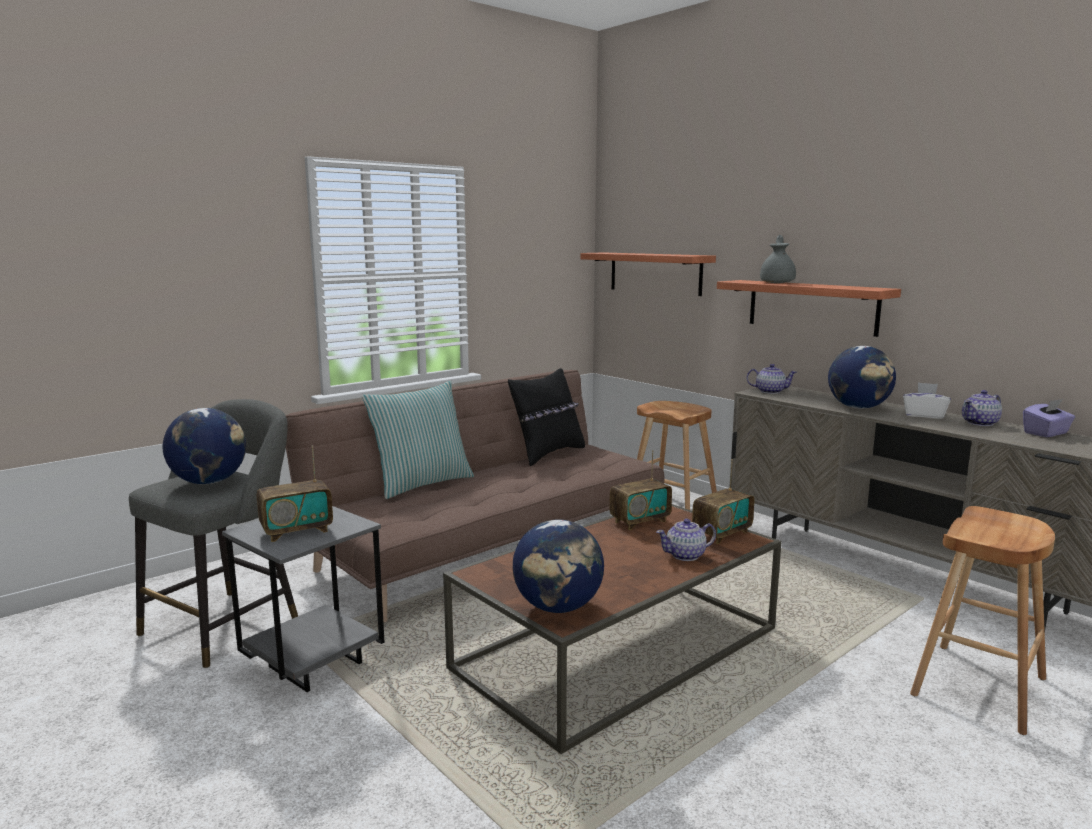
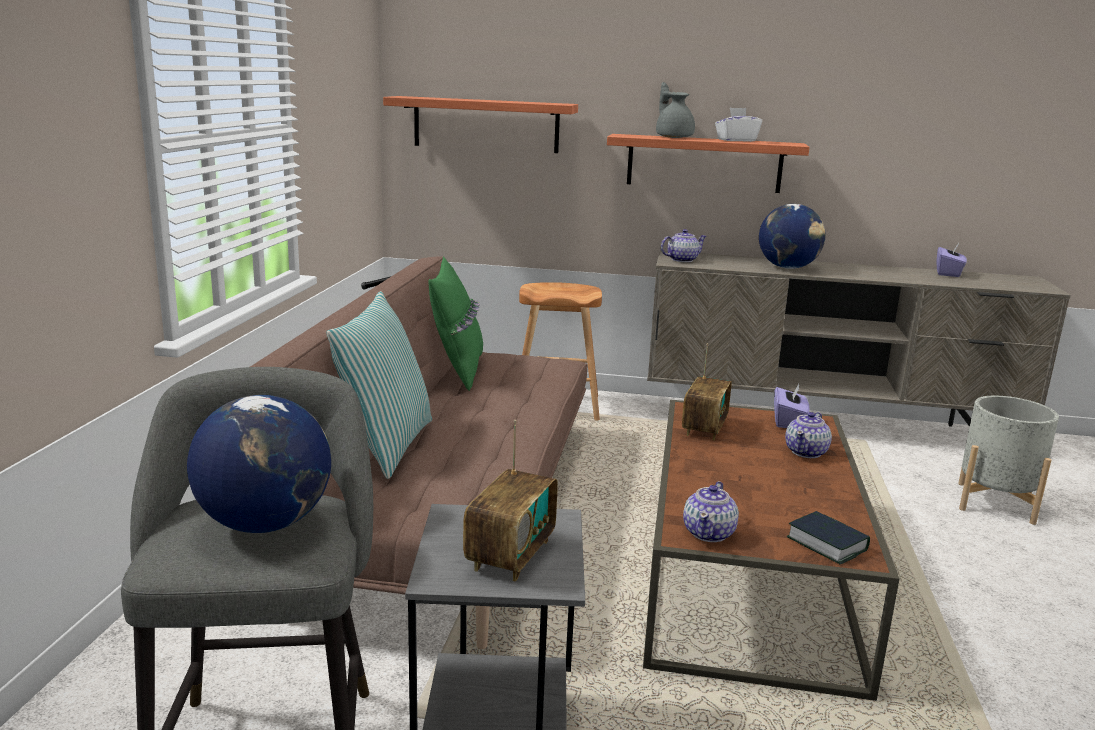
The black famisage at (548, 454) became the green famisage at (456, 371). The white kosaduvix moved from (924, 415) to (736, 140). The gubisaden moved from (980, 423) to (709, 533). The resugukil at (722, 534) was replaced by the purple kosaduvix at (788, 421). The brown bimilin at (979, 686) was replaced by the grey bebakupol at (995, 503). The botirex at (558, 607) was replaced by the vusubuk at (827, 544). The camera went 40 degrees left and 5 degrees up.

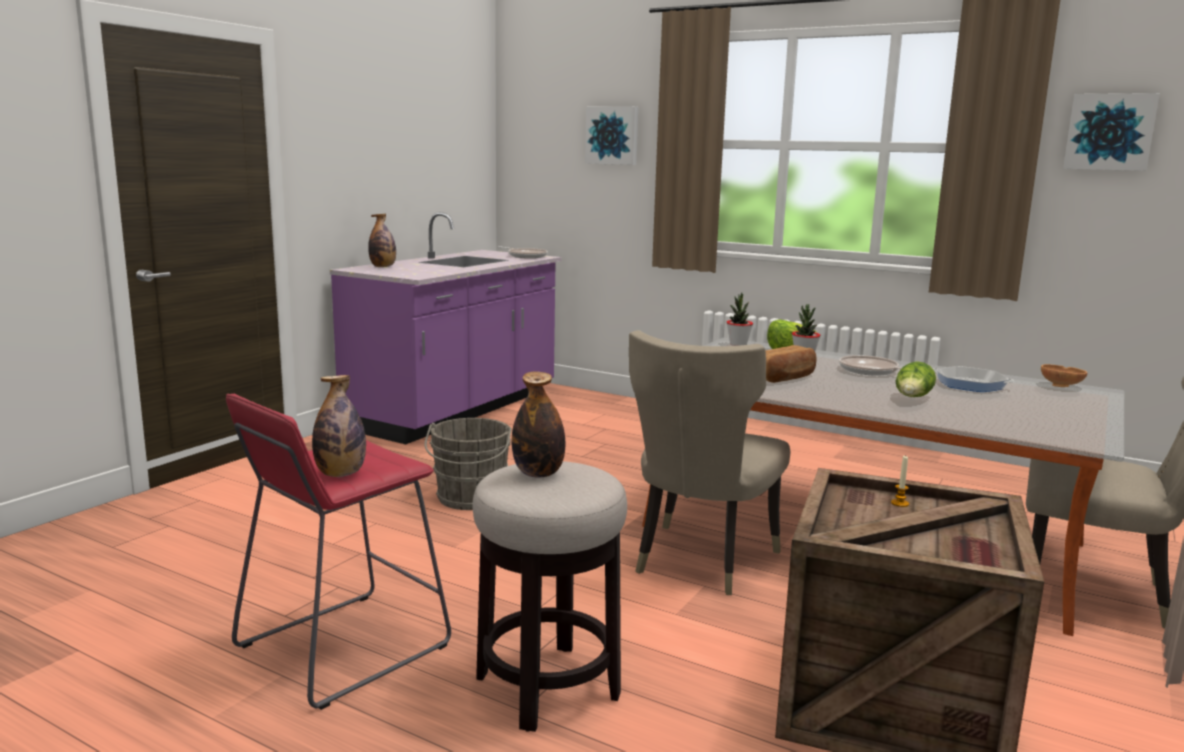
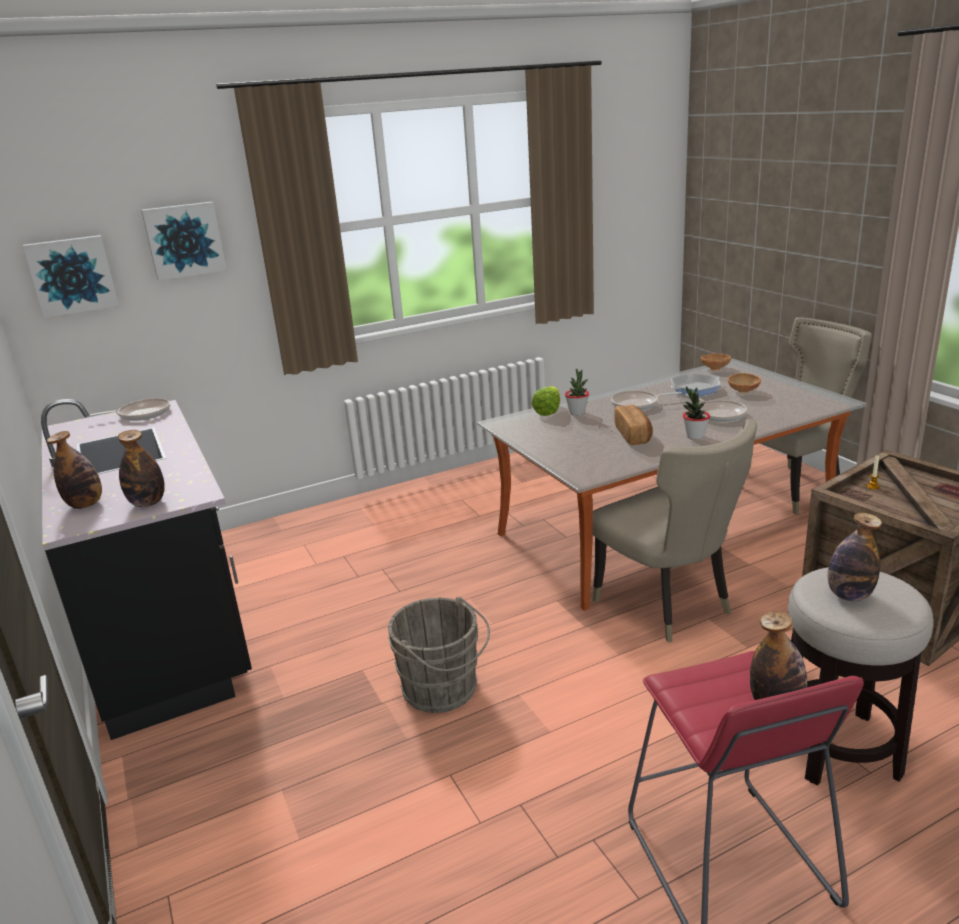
The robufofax moved from (1110, 132) to (72, 275). The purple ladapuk at (456, 410) became the black ladapuk at (168, 630). The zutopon moved from (738, 344) to (695, 436). The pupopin at (913, 398) was replaced by the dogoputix at (718, 414). The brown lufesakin at (743, 392) appeared. The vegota at (148, 503) appeared. The camera went 55 degrees left and 10 degrees up.

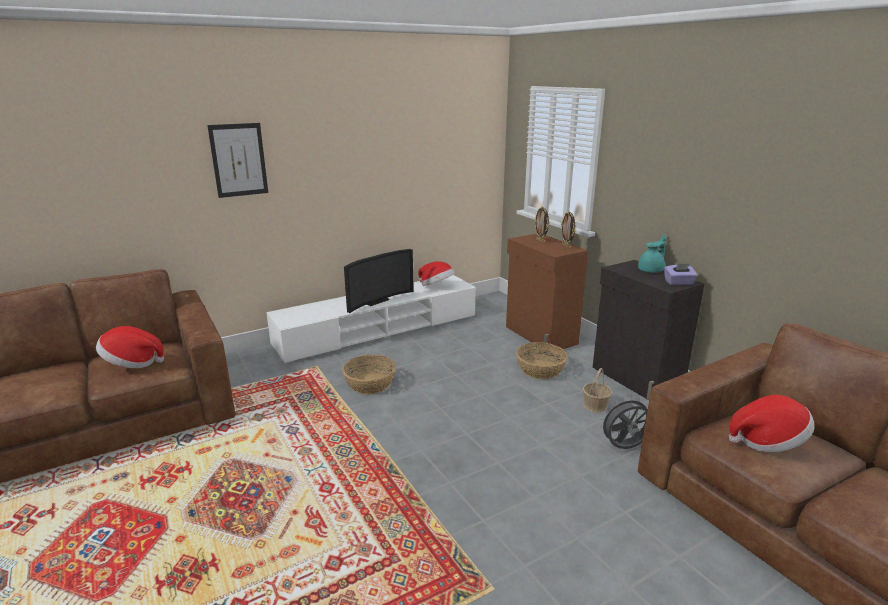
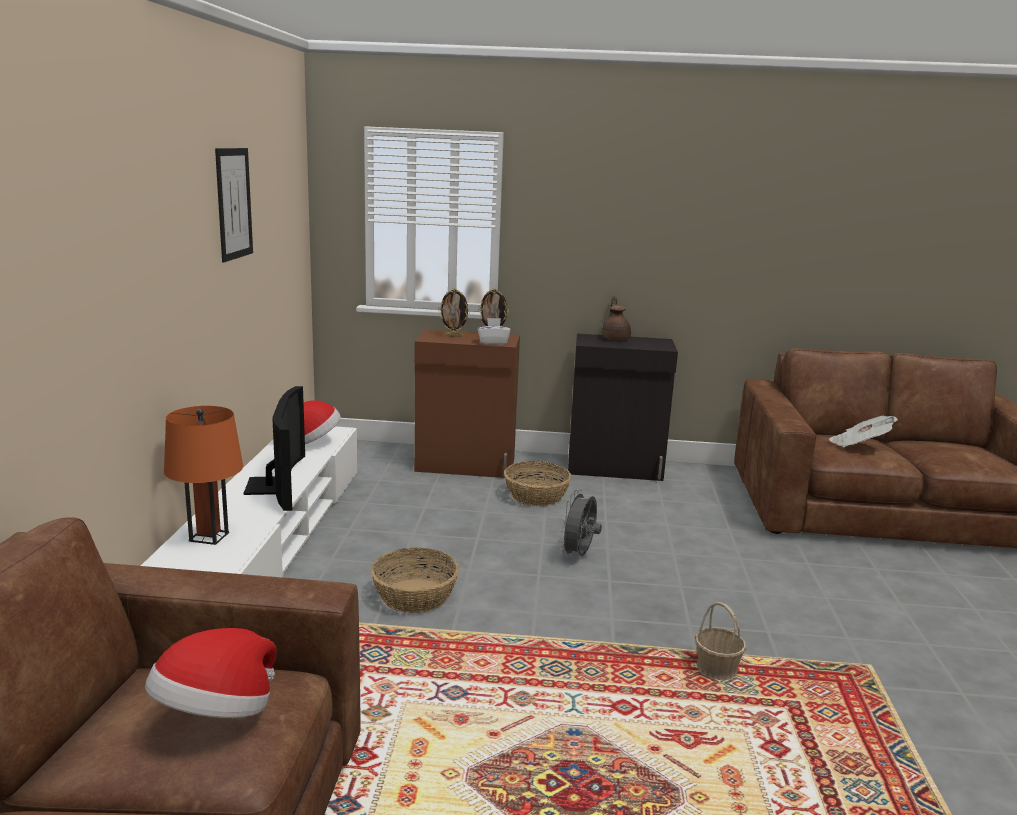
The robufofax moved from (239, 160) to (234, 203). The turquoise gubisaden at (651, 270) became the brown gubisaden at (615, 338). The purple kosaduvix at (678, 283) disappeared. The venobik moved from (595, 406) to (716, 668). The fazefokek at (767, 441) was replaced by the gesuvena at (859, 445). The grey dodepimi moved from (625, 448) to (578, 556). The white kosaduvix at (493, 342) appeared. The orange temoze at (209, 537) appeared. The camera went 55 degrees left and 5 degrees down.

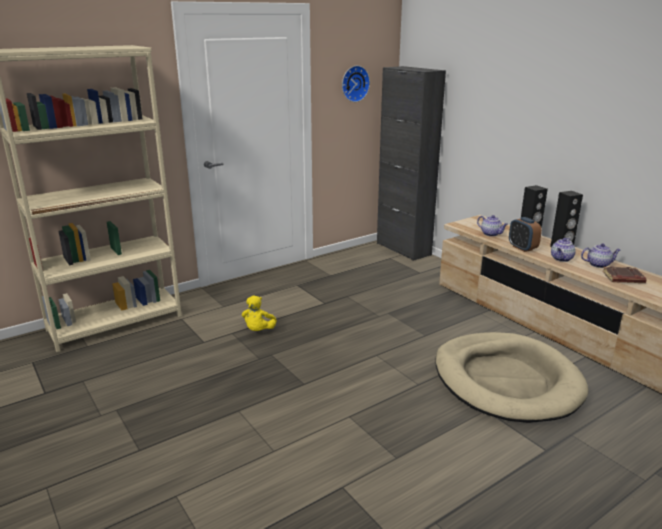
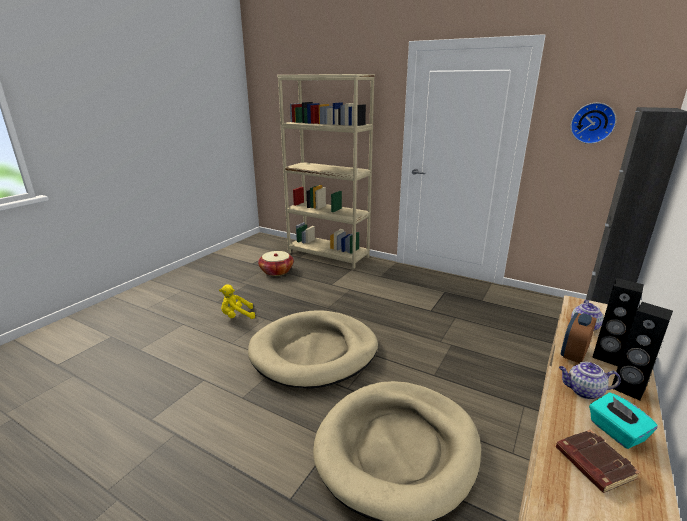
The gubisaden at (598, 264) was replaced by the turquoise kosaduvix at (615, 432). The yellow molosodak moved from (259, 331) to (237, 316). The venobik at (276, 271) appeared. The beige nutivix at (314, 352) appeared. The camera went 65 degrees right and 0 degrees up.

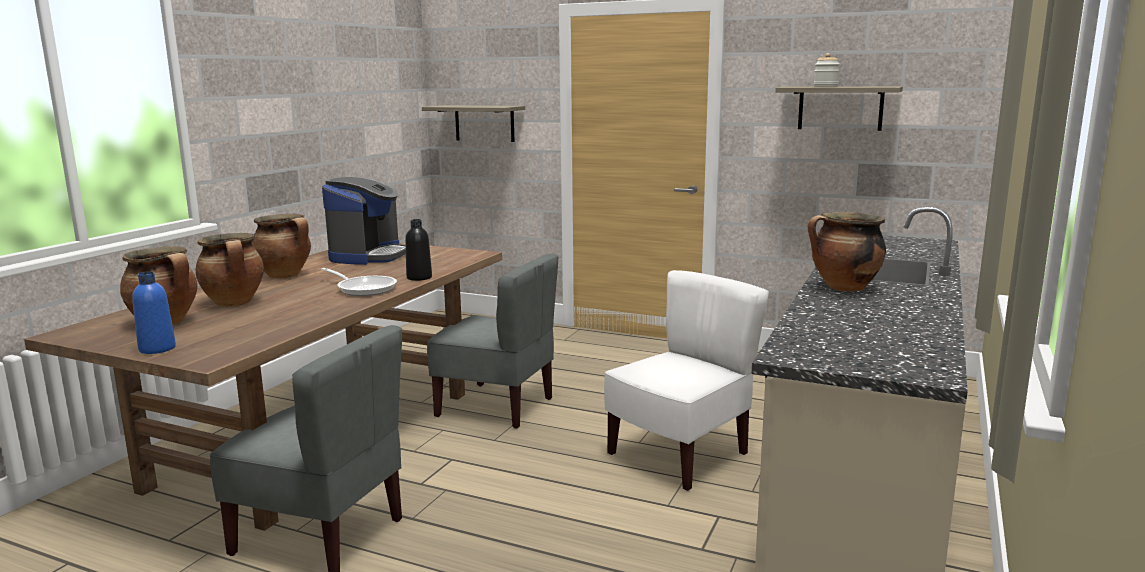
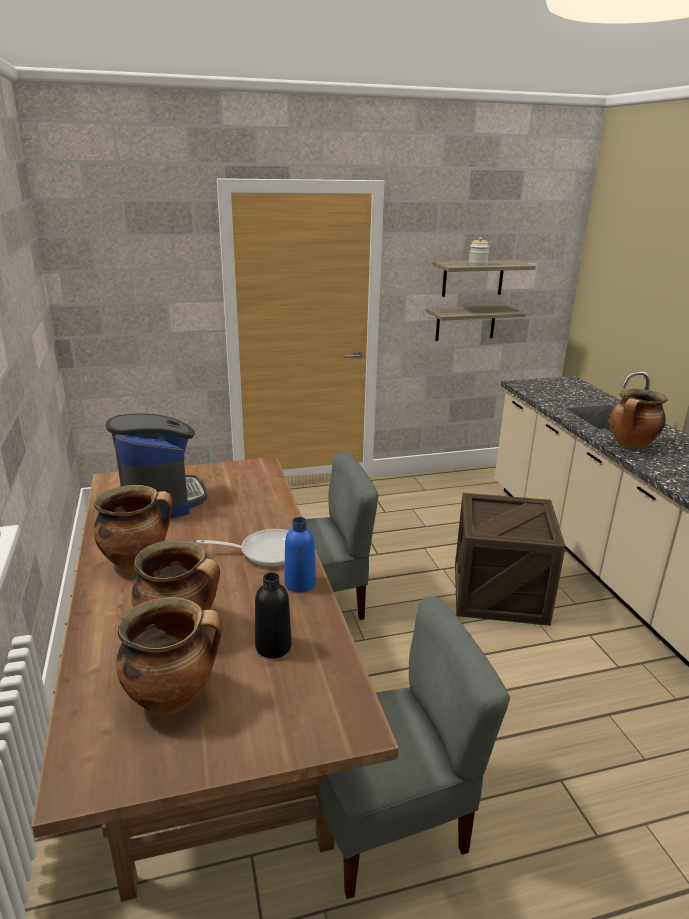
The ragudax moved from (484, 123) to (465, 323). The black vegota moved from (419, 277) to (273, 646). The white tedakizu at (680, 455) was replaced by the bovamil at (499, 593). The blue vegota moved from (157, 349) to (300, 583). The camera went 40 degrees left and 10 degrees up.

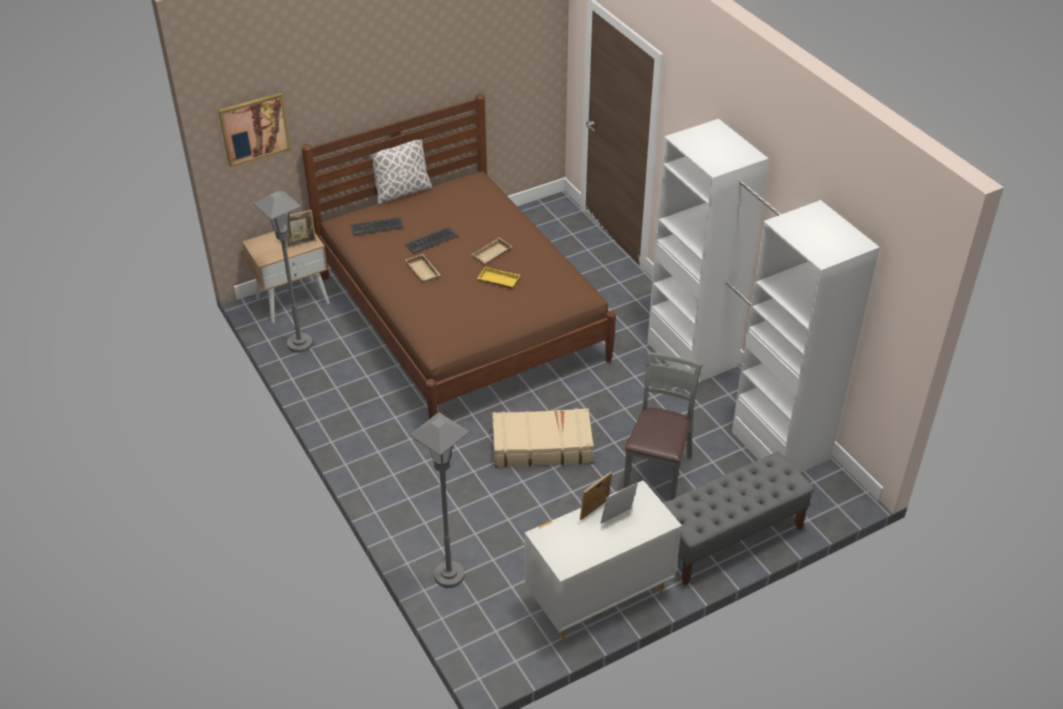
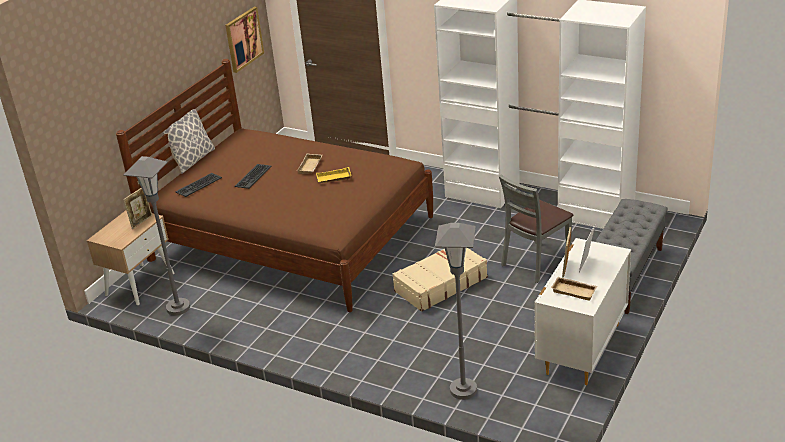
The robufofax moved from (254, 129) to (243, 39). The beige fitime moved from (424, 271) to (575, 291). The grey tedakizu at (657, 471) turned 120 degrees counterclockwise. The camera went 30 degrees left and 10 degrees down.

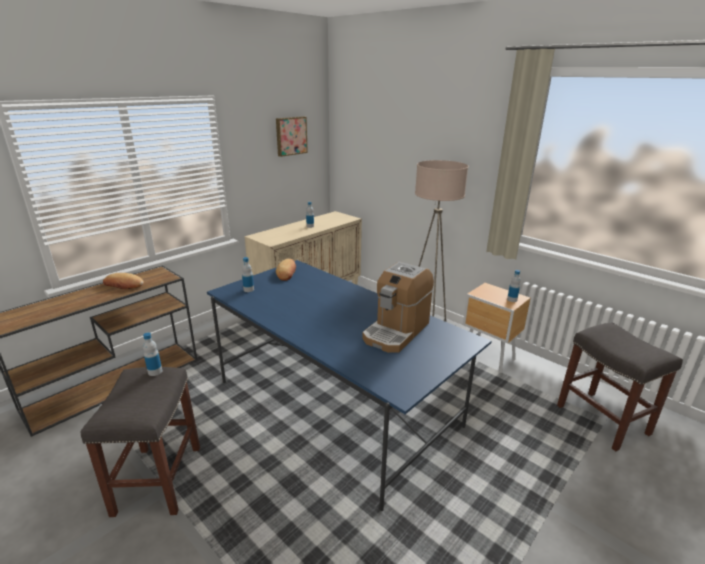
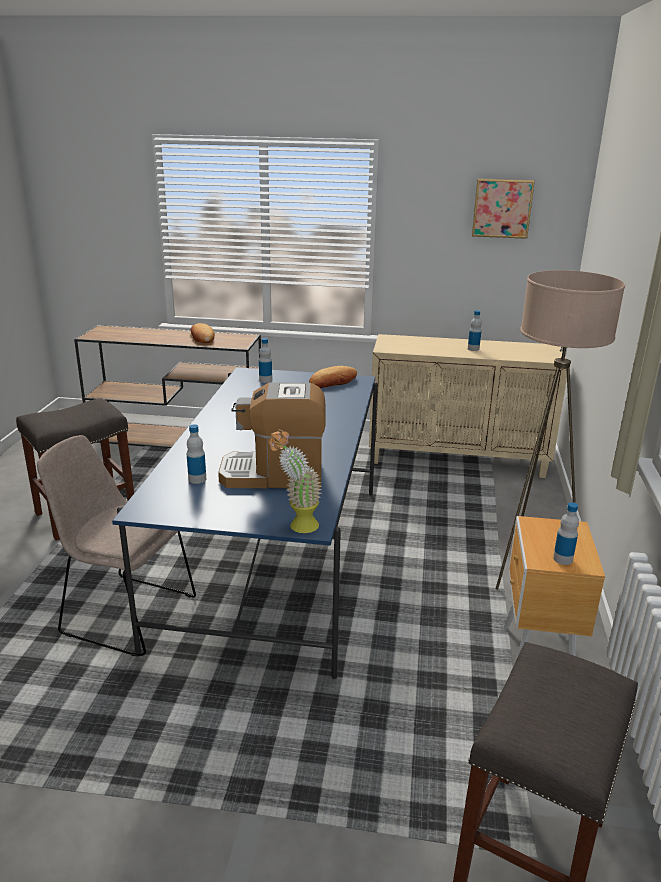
The vegota moved from (155, 371) to (197, 479). The zutopon at (296, 526) appeared. The beige tedakizu at (126, 613) appeared. The camera went 55 degrees right and 0 degrees up.

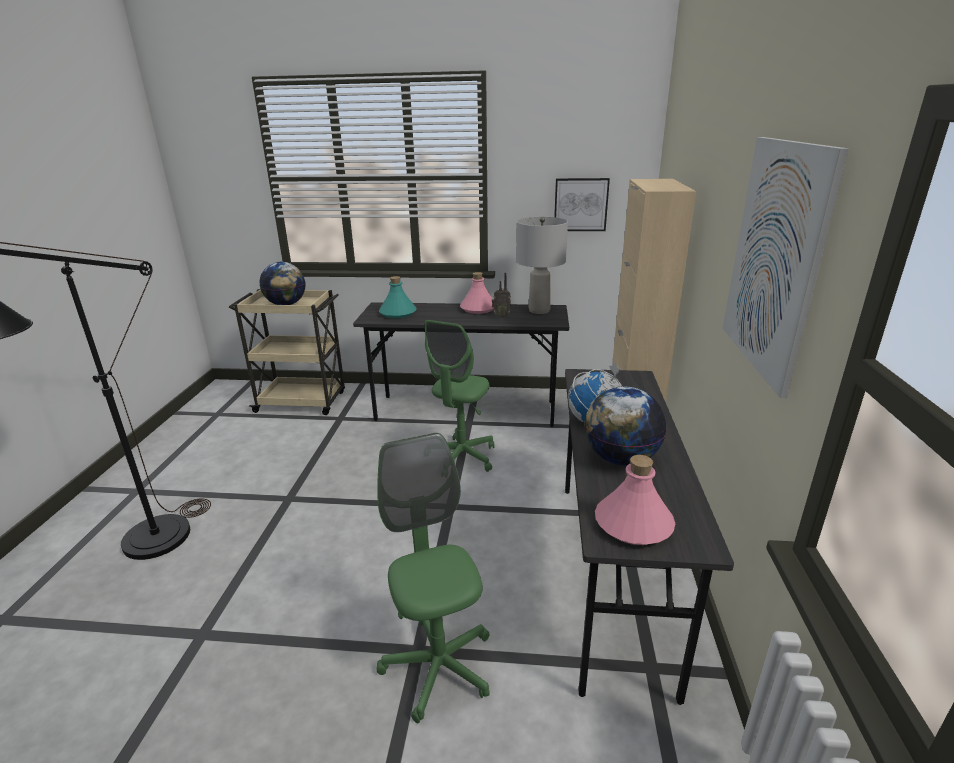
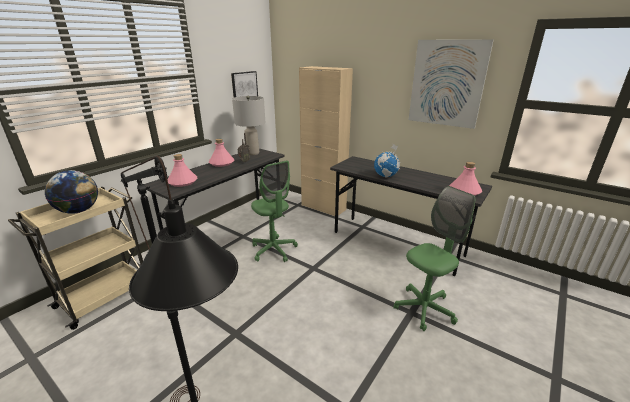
The turquoise vegota at (397, 313) became the pink vegota at (182, 182). The botirex at (620, 458) disappeared. The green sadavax at (438, 666) turned 135 degrees clockwise. The camera went 60 degrees left and 0 degrees up.

